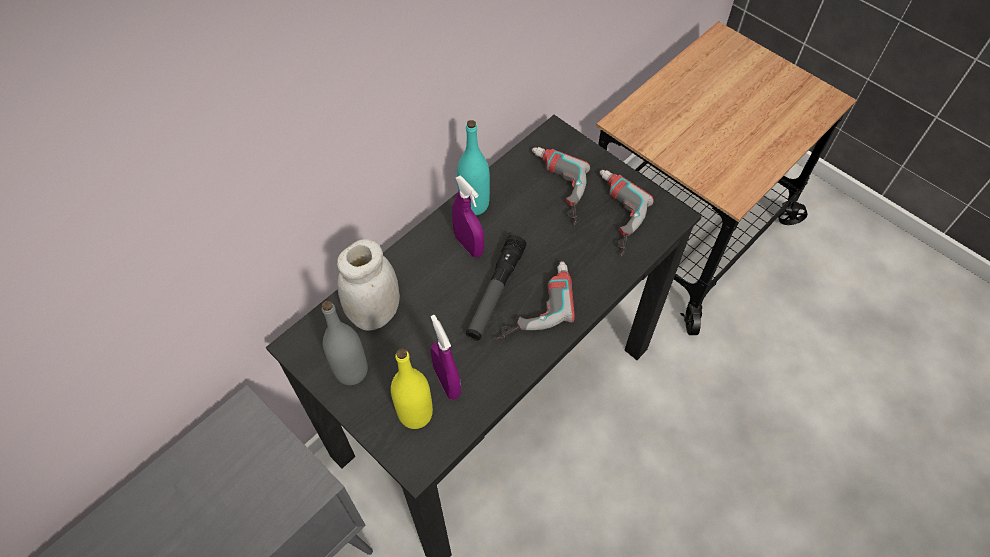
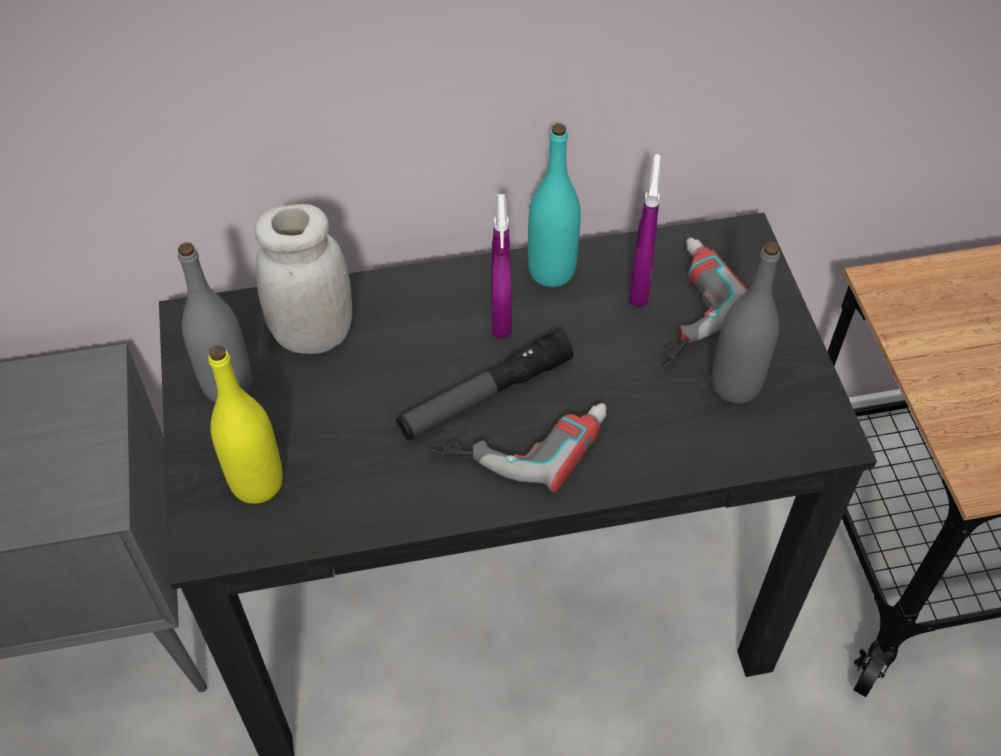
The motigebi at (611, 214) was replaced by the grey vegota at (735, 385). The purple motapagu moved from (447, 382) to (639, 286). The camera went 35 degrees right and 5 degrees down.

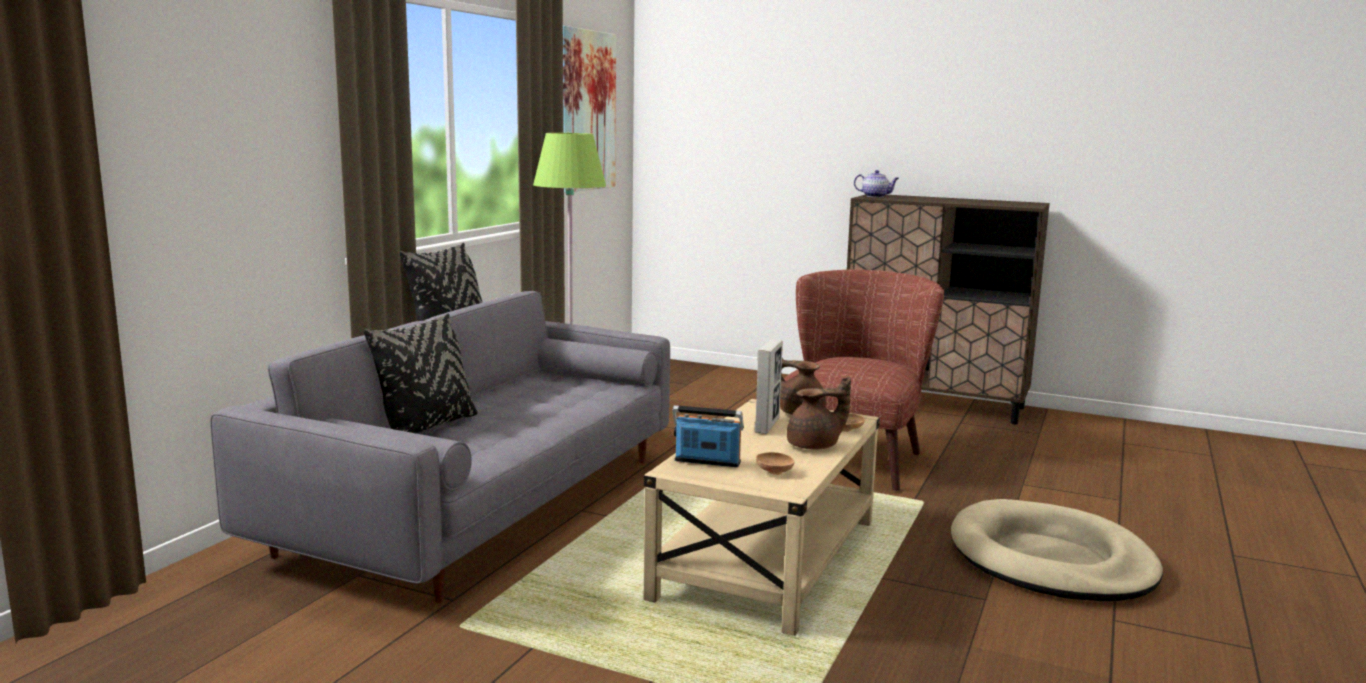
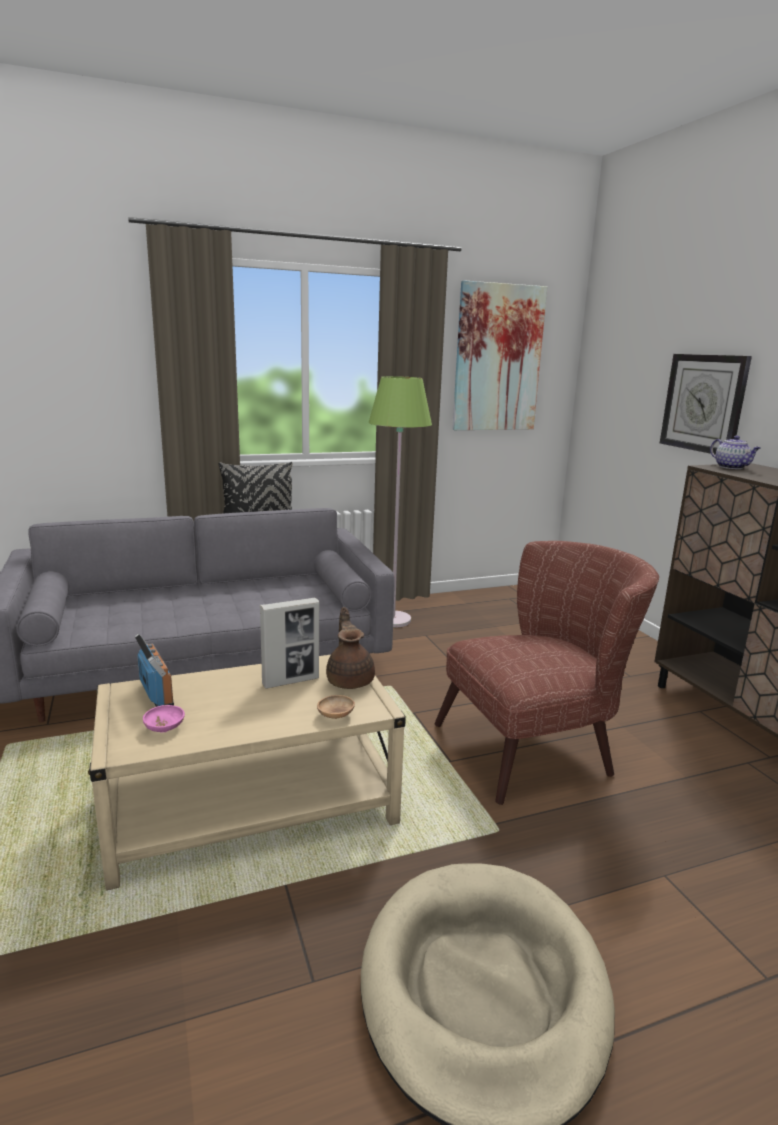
The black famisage at (427, 427) disappeared. The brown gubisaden at (815, 446) disappeared. The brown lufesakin at (774, 472) became the pink lufesakin at (164, 728). The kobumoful at (704, 403) appeared. The camera went 45 degrees right and 5 degrees up.

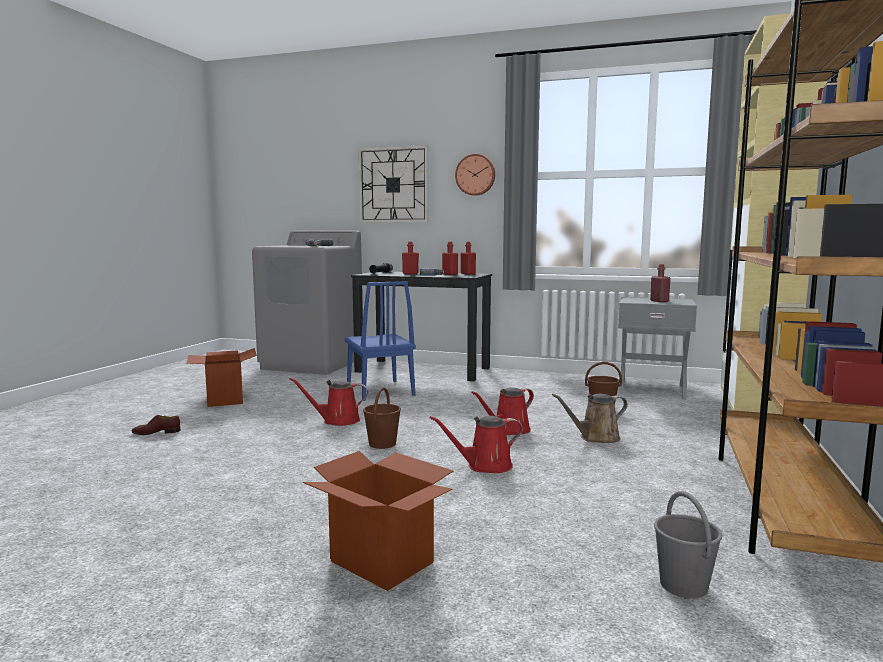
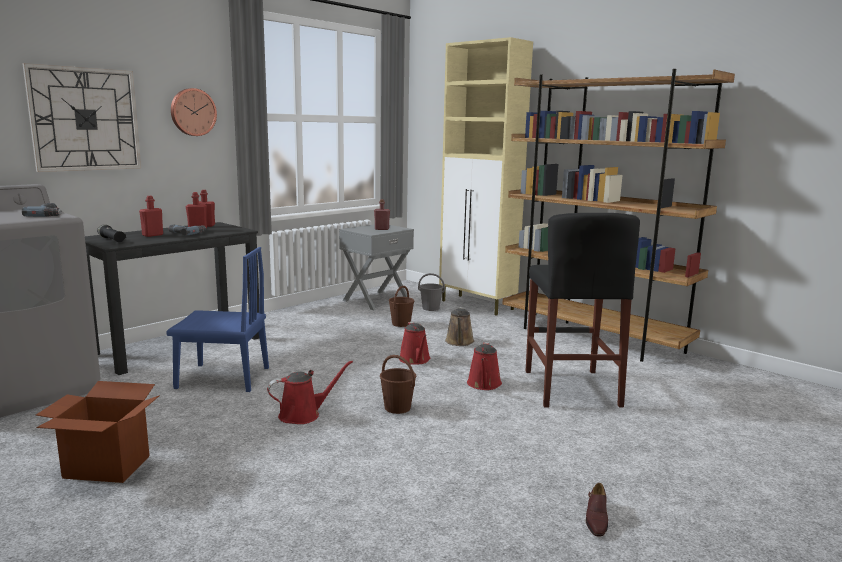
The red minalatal at (337, 421) turned 135 degrees counterclockwise. The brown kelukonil moved from (156, 432) to (596, 519). The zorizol at (382, 562) disappeared. The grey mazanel moved from (684, 586) to (431, 308). The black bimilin at (571, 388) appeared. The camera went 65 degrees left and 5 degrees up.

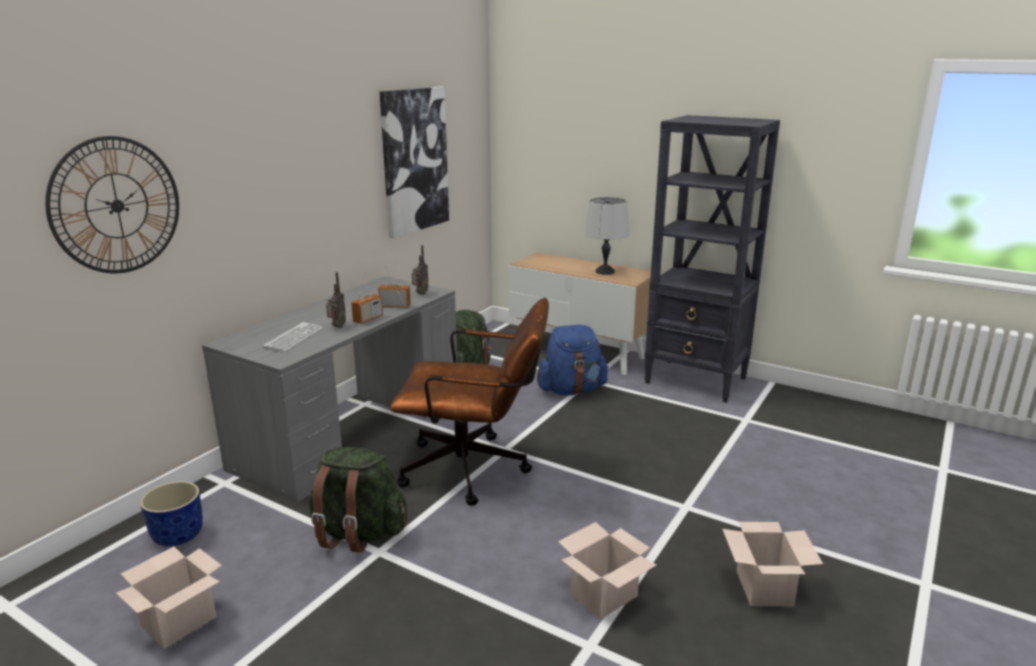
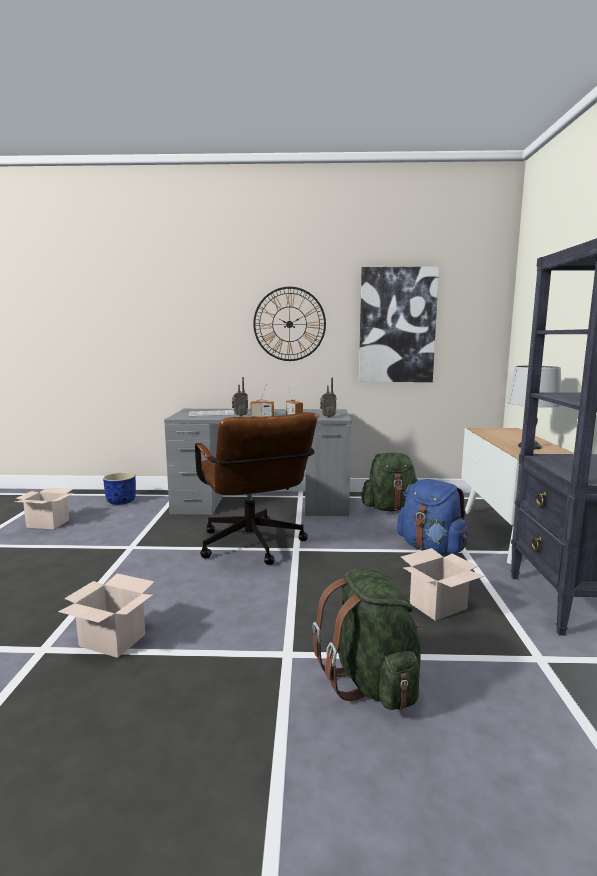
The kobumoful moved from (117, 205) to (289, 324). The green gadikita moved from (358, 533) to (371, 681). The zorizol moved from (765, 589) to (437, 607). The camera went 60 degrees right and 10 degrees down.

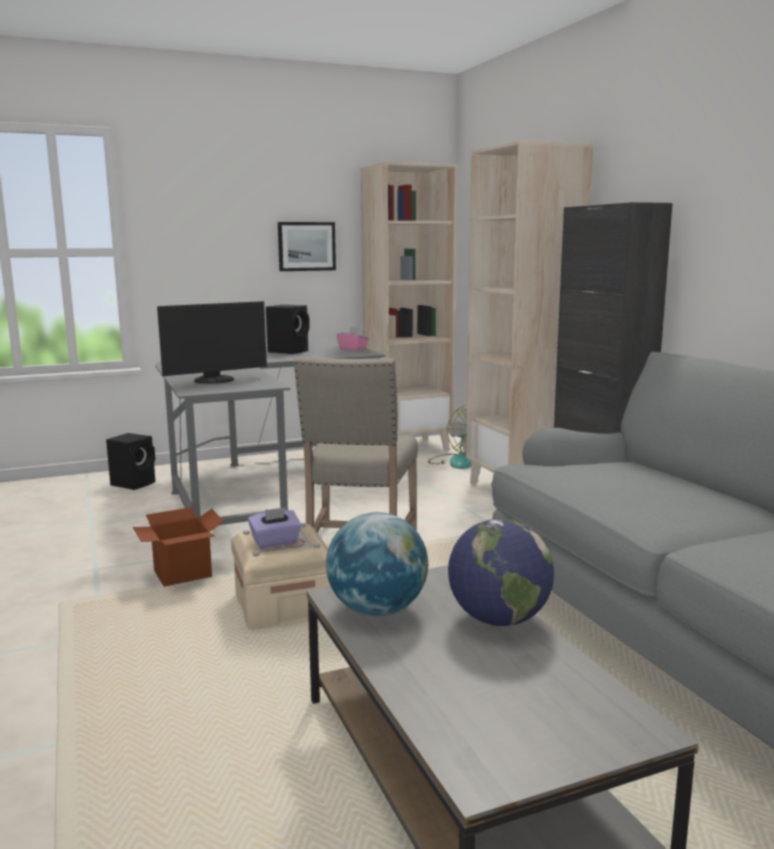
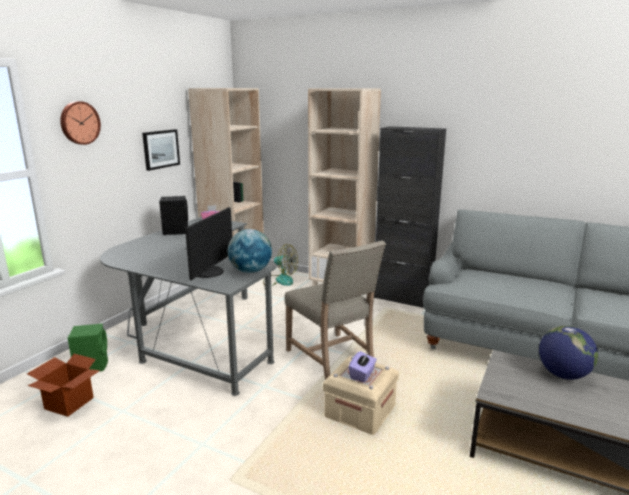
The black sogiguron at (134, 483) became the green sogiguron at (92, 365). The zorizol moved from (183, 574) to (69, 403). The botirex moved from (377, 610) to (250, 271). The kobumoful at (79, 123) appeared. The camera went 40 degrees left and 5 degrees up.

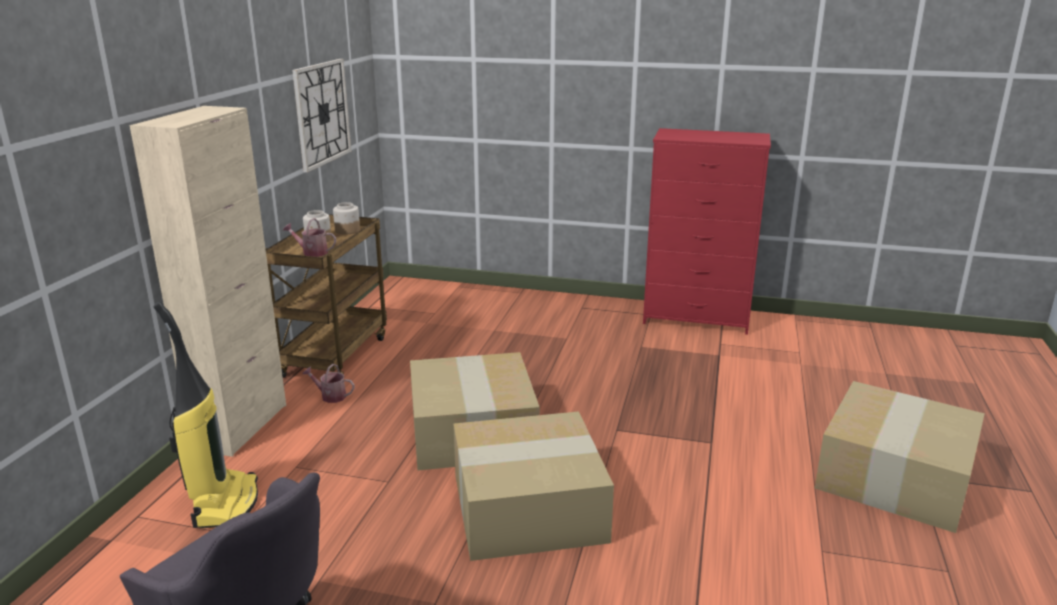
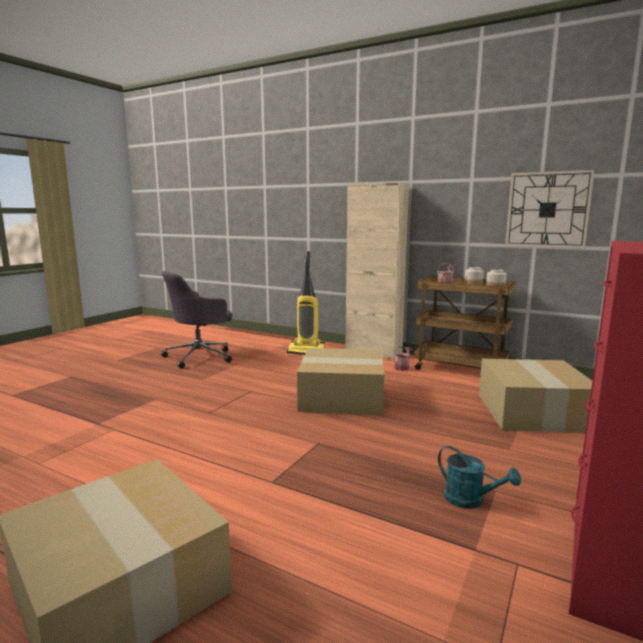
The zorizol moved from (530, 506) to (535, 413). The turquoise minalatal at (470, 500) appeared. The camera went 105 degrees right and 10 degrees down.

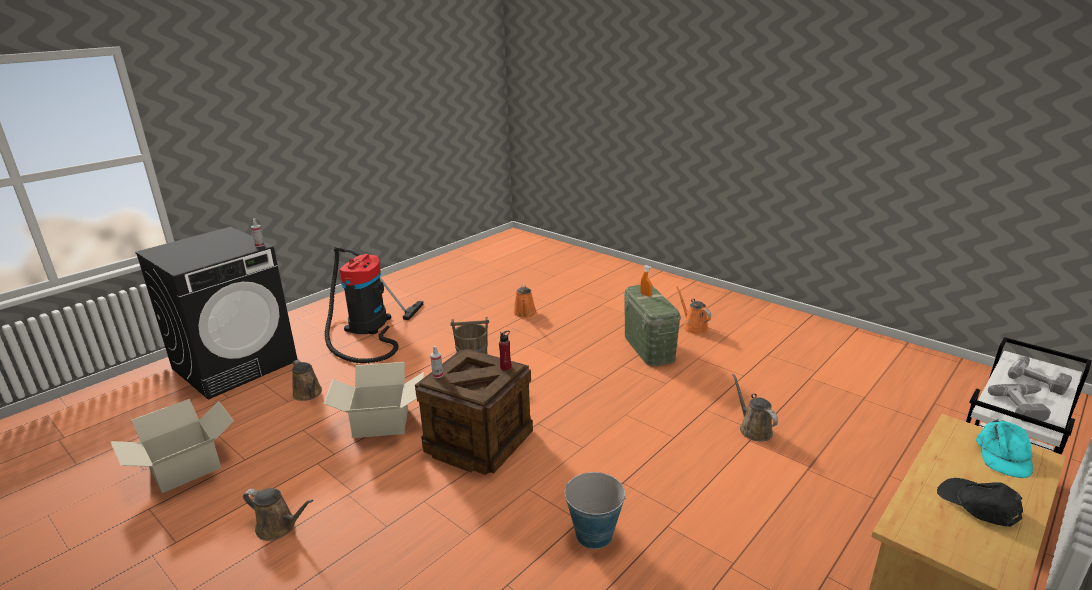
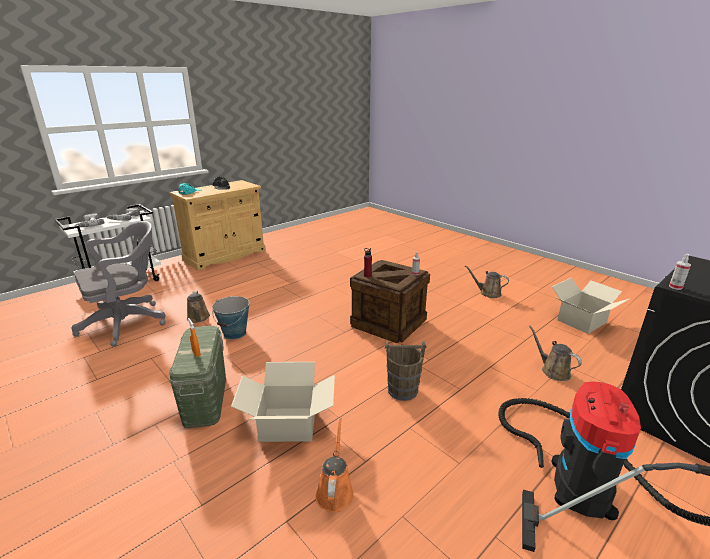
The orange minalatal at (693, 327) disappeared. The zorizol moved from (381, 422) to (288, 425). The mazanel moved from (593, 534) to (235, 333). The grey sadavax at (128, 322) appeared. The camera went 175 degrees left and 0 degrees up.

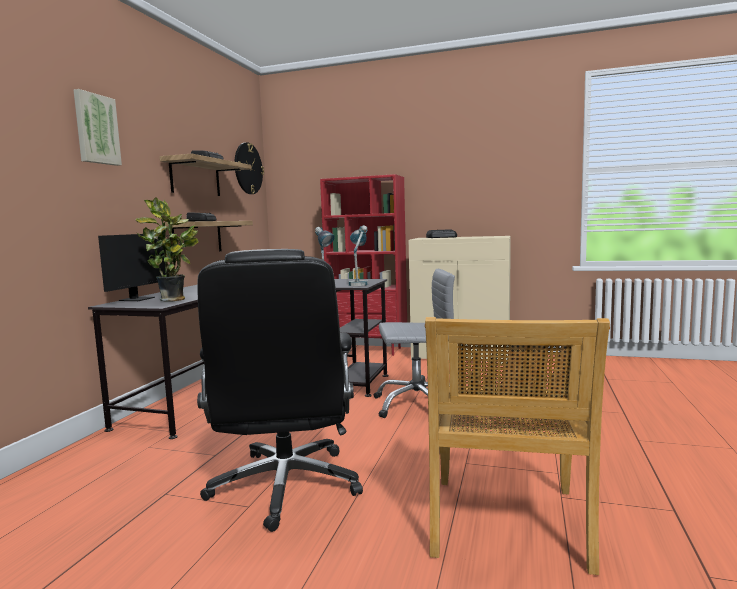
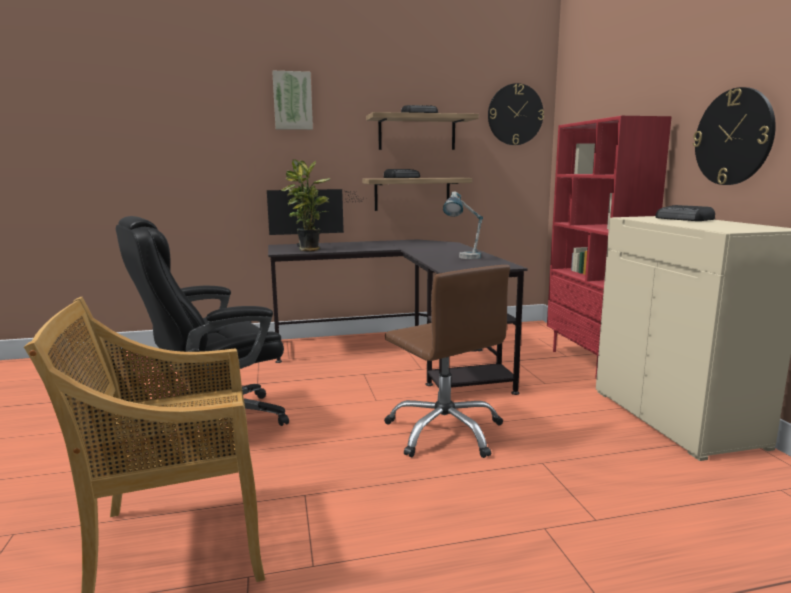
The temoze at (359, 283) disappeared. The grey sadavax at (417, 404) became the brown sadavax at (445, 431). The kobumoful at (733, 137) appeared. The camera went 60 degrees right and 5 degrees up.

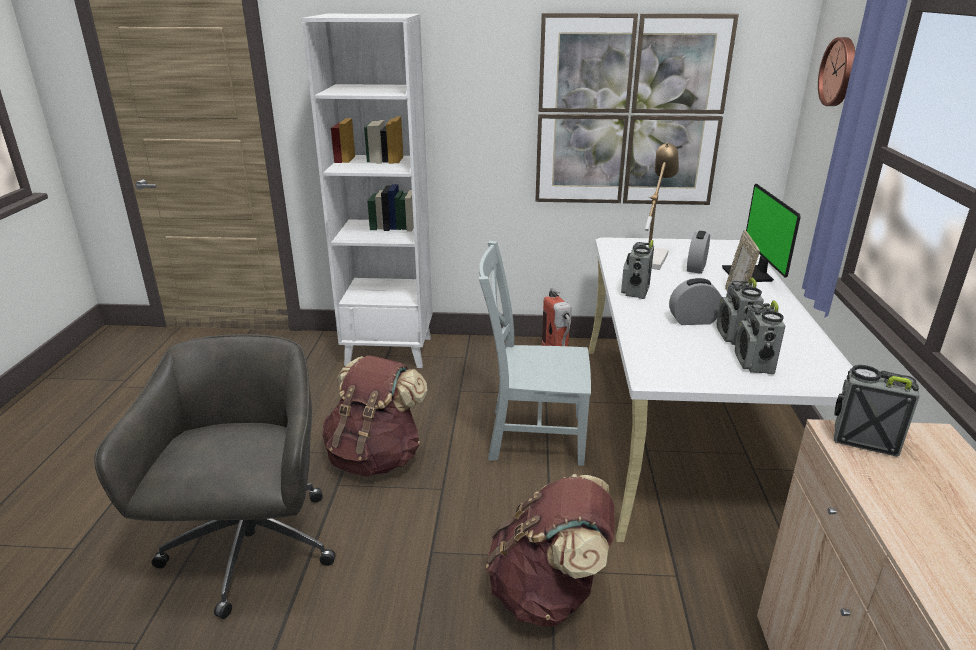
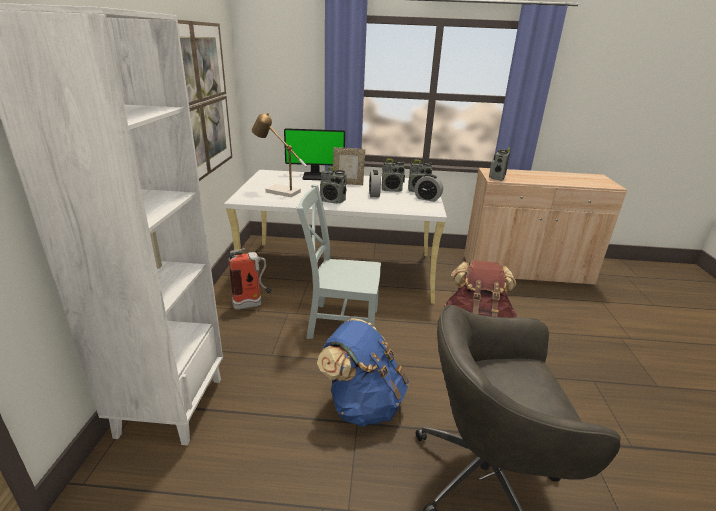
The kobumoful at (840, 72) disappeared. The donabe moved from (696, 268) to (427, 199). The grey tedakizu at (531, 436) turned 90 degrees clockwise. The brown gadikita at (376, 457) became the blue gadikita at (363, 404). The camera went 90 degrees left and 0 degrees up.

